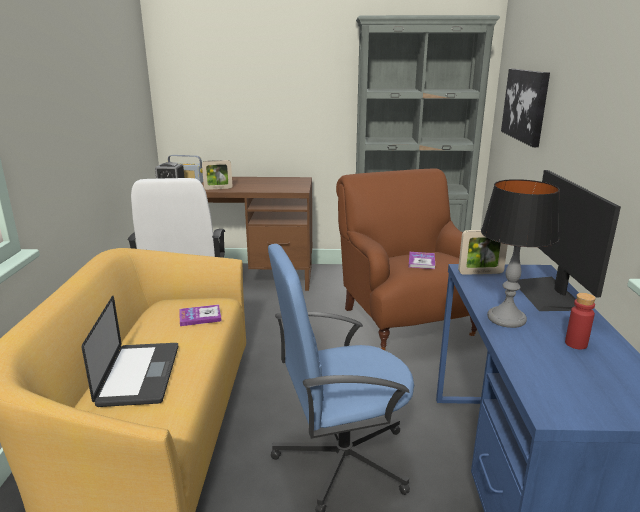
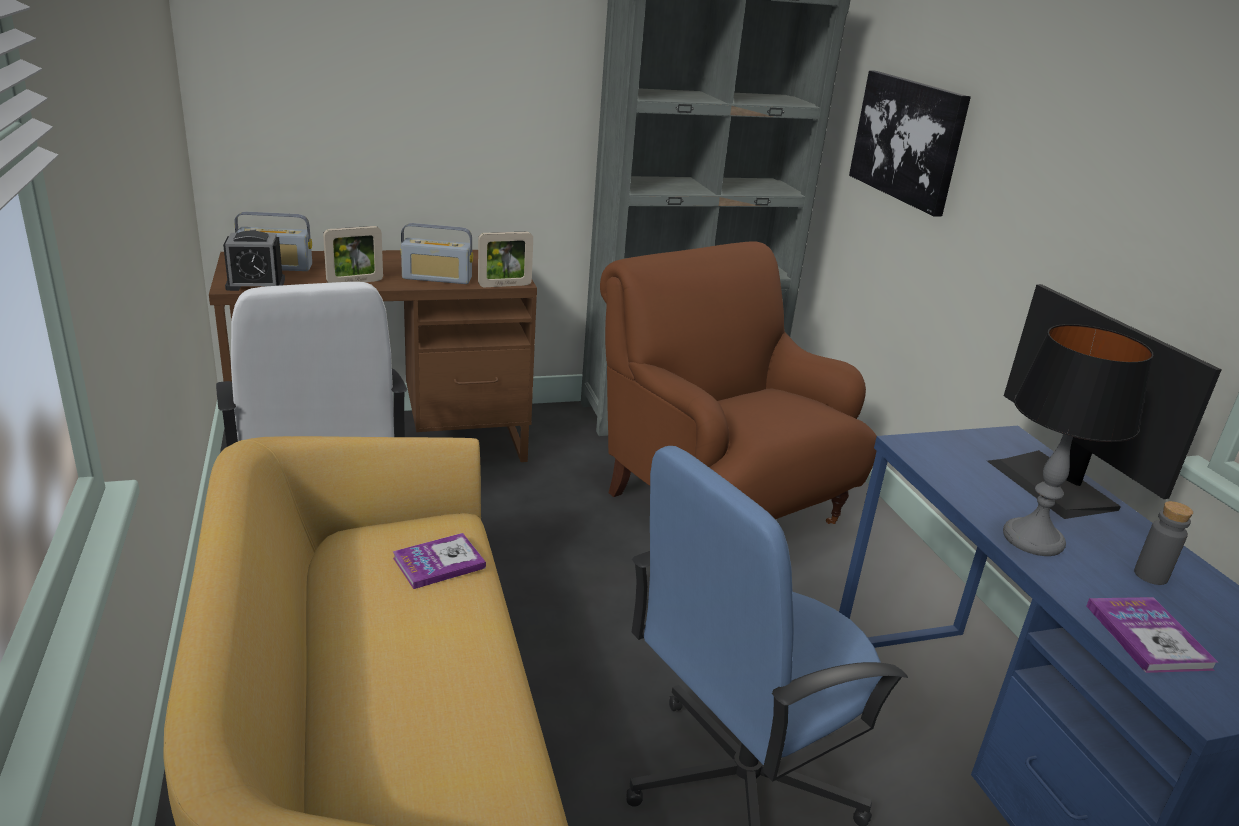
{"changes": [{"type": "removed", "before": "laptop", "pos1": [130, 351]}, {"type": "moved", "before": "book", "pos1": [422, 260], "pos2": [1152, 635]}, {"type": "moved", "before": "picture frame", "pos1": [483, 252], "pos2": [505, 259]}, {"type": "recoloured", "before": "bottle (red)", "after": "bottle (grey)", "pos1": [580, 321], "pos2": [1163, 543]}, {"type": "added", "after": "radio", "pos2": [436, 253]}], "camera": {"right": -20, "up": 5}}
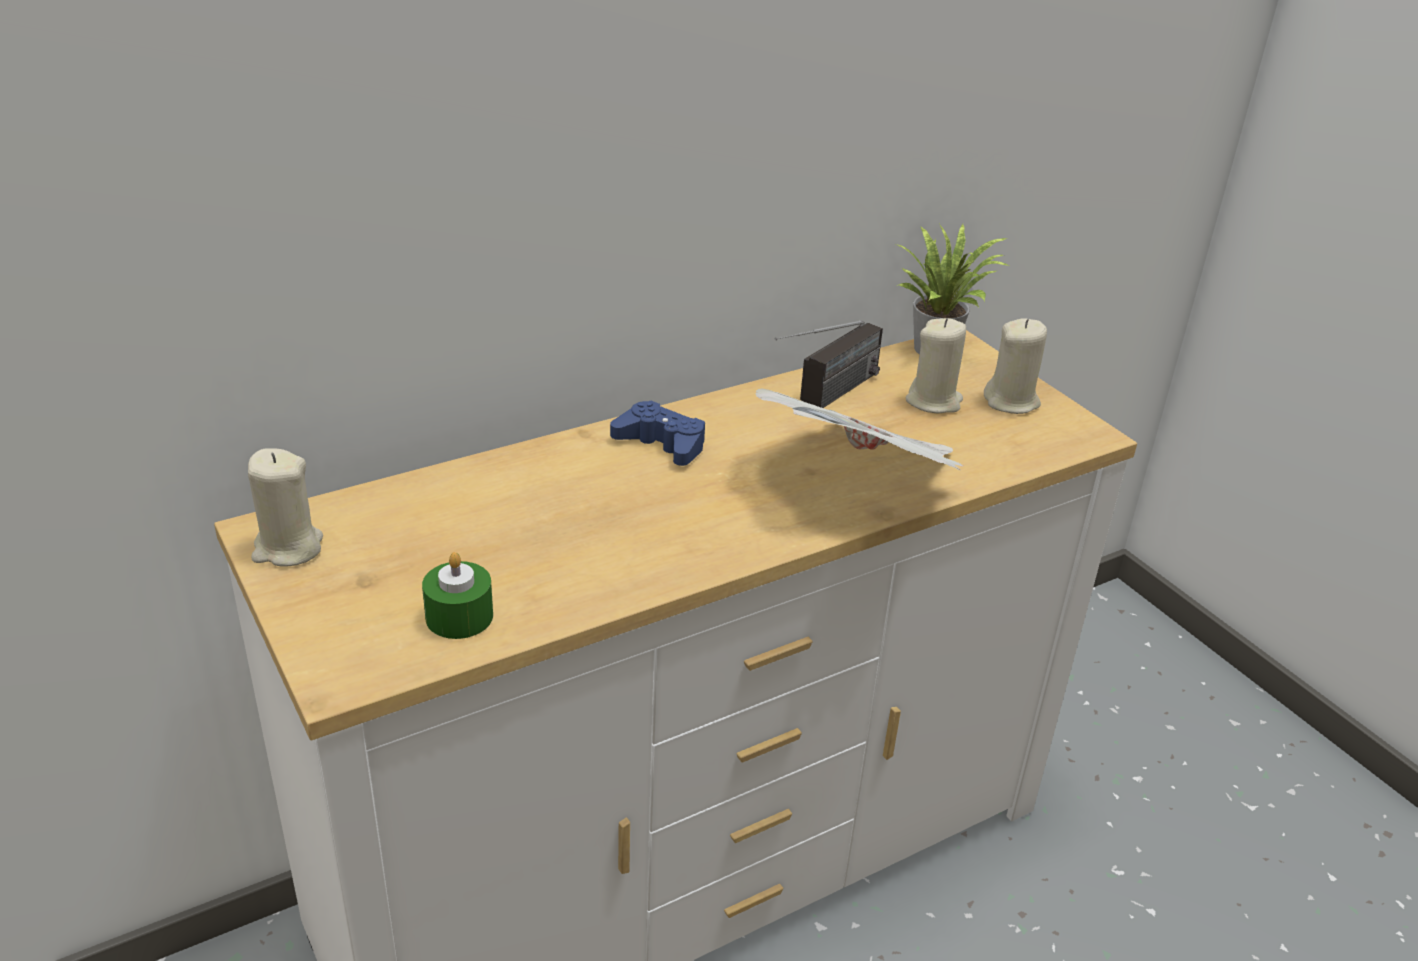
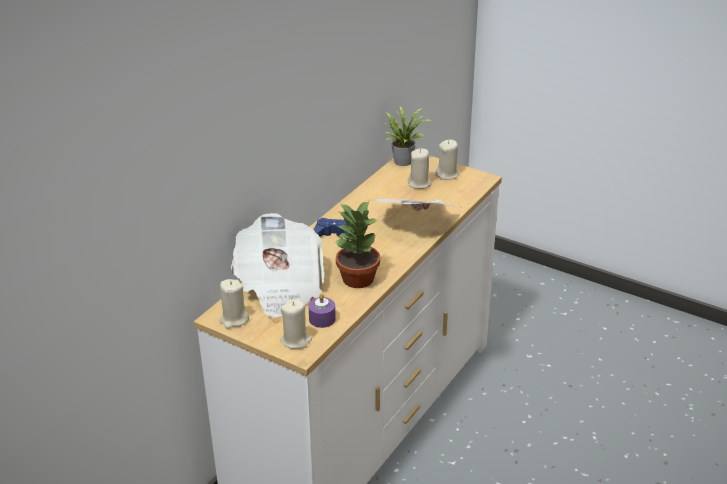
{"changes": [{"type": "recoloured", "before": "candle (green)", "after": "candle (purple)", "pos1": [457, 595], "pos2": [322, 310]}, {"type": "removed", "before": "radio", "pos1": [828, 364]}, {"type": "added", "after": "newspaper", "pos2": [277, 265]}, {"type": "added", "after": "candle (beige)", "pos2": [296, 324]}, {"type": "added", "after": "potted plant", "pos2": [357, 244]}], "camera": {"right": -25, "up": 0}}
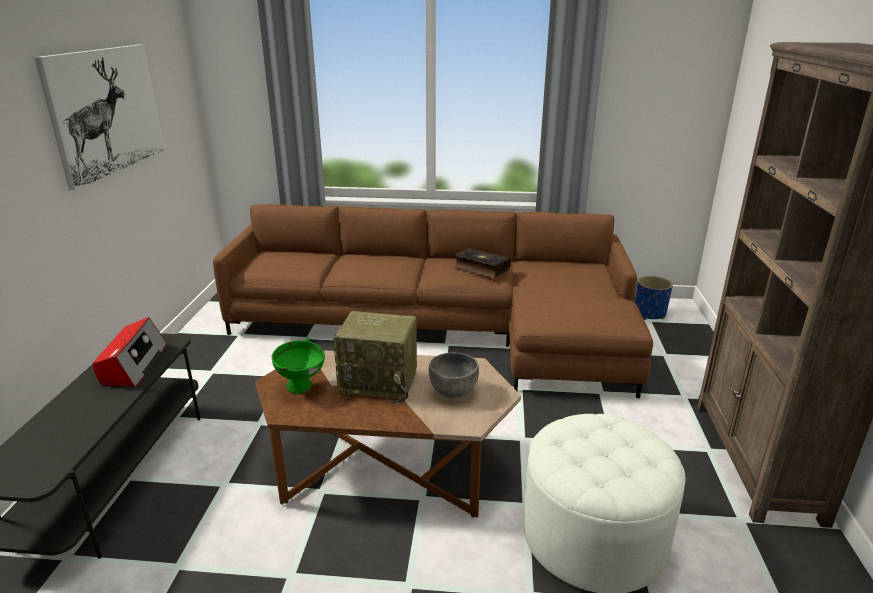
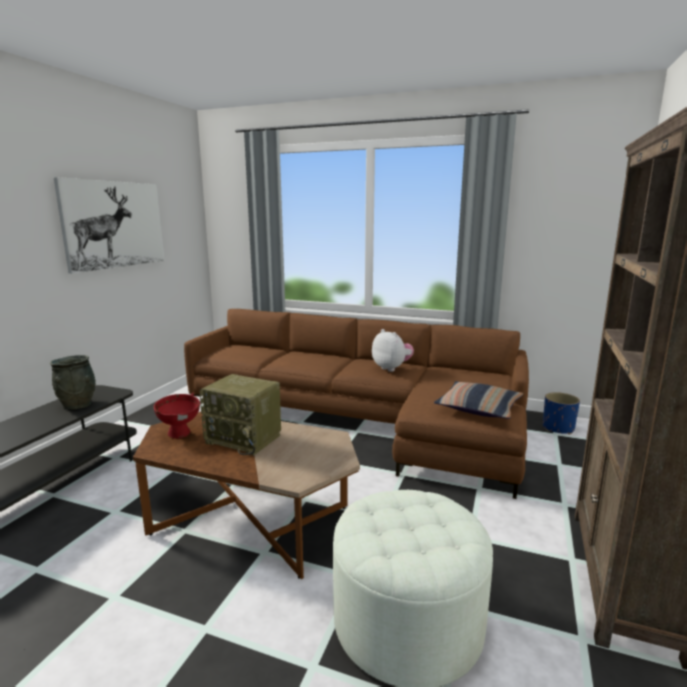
{"changes": [{"type": "replaced", "before": "radio", "after": "vase (grey)", "pos1": [130, 352], "pos2": [73, 382]}, {"type": "recoloured", "before": "bowl (green)", "after": "bowl (red)", "pos1": [298, 366], "pos2": [177, 416]}, {"type": "removed", "before": "bowl (grey)", "pos1": [454, 376]}, {"type": "replaced", "before": "book", "after": "plush toy", "pos1": [482, 263], "pos2": [393, 350]}, {"type": "added", "after": "pillow", "pos2": [478, 400]}], "camera": {"right": 15, "up": -10}}
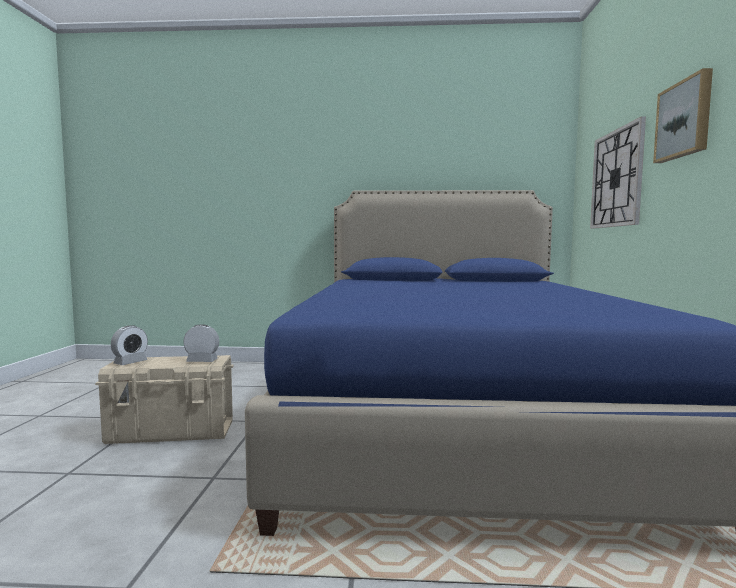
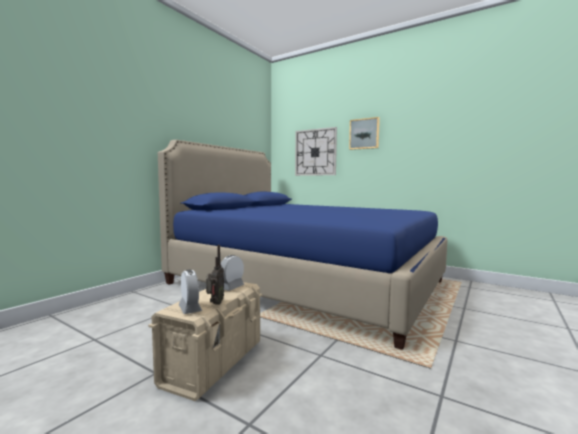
{"changes": [{"type": "added", "after": "radio", "pos2": [215, 275]}], "camera": {"right": -60, "up": 0}}
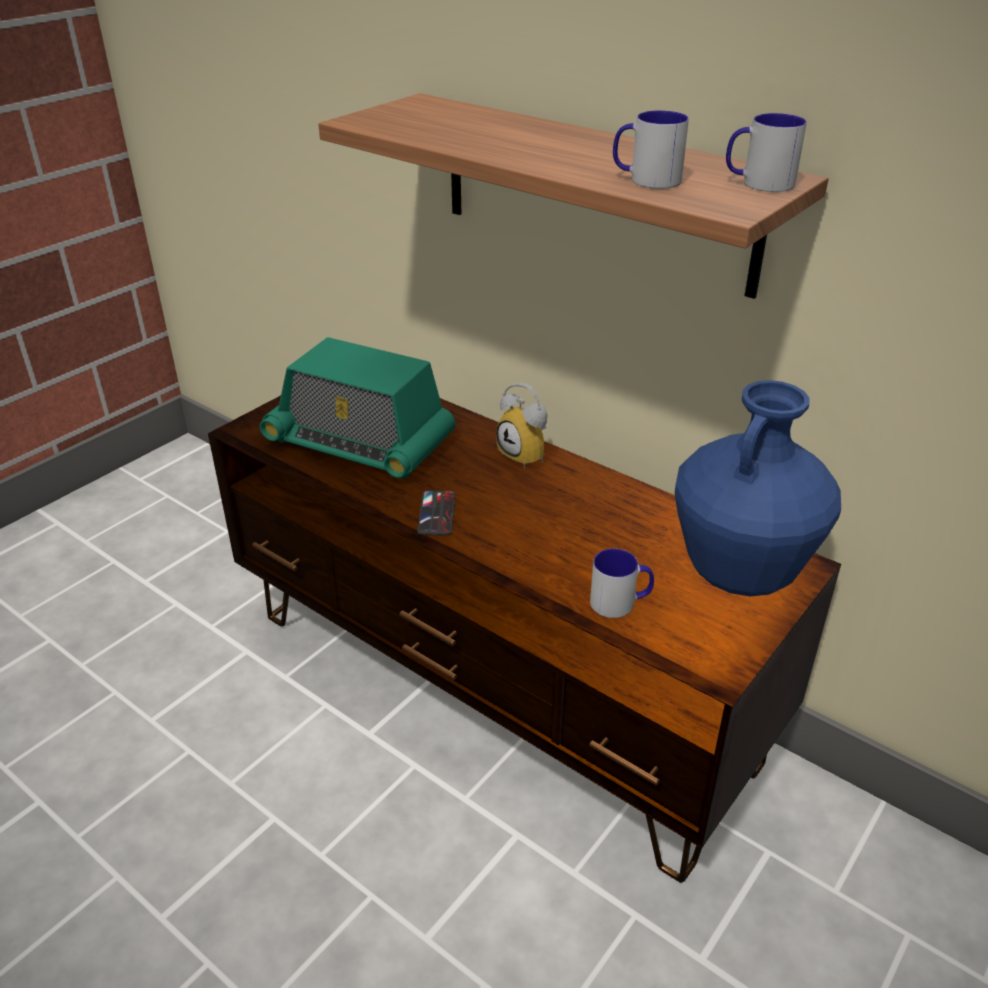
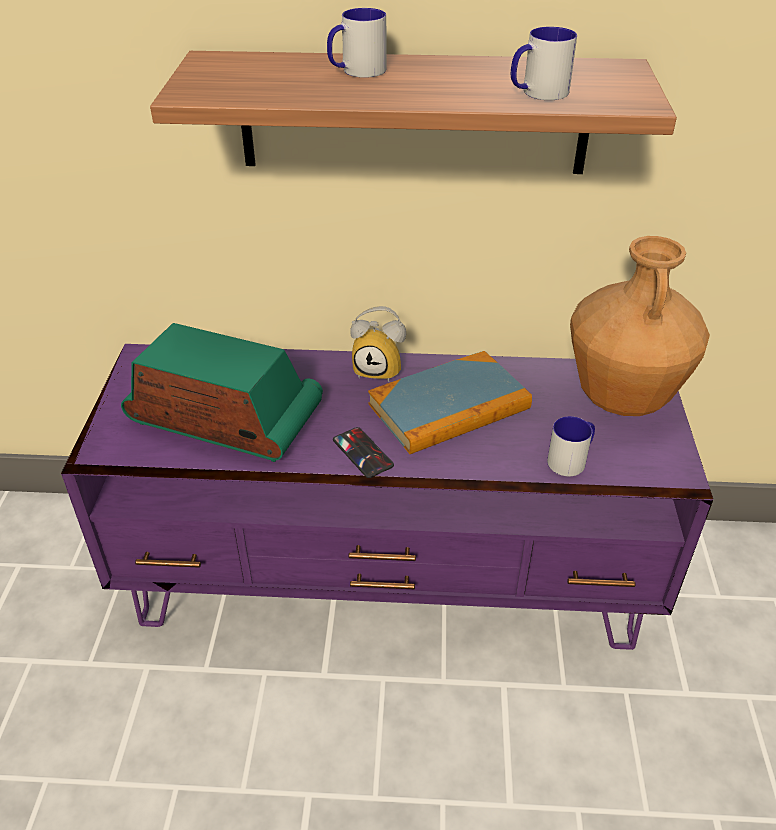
{"changes": [{"type": "recoloured", "before": "tv stand (brown)", "after": "tv stand (purple)", "pos1": [524, 639], "pos2": [387, 497]}, {"type": "turned", "before": "radio", "pos1": [357, 408], "pos2": [222, 392], "turn": -150}, {"type": "recoloured", "before": "vase (blue)", "after": "vase (brown)", "pos1": [758, 488], "pos2": [640, 326]}, {"type": "moved", "before": "mug", "pos1": [766, 152], "pos2": [356, 43]}, {"type": "added", "after": "book", "pos2": [450, 402]}], "camera": {"right": -35, "up": 5}}
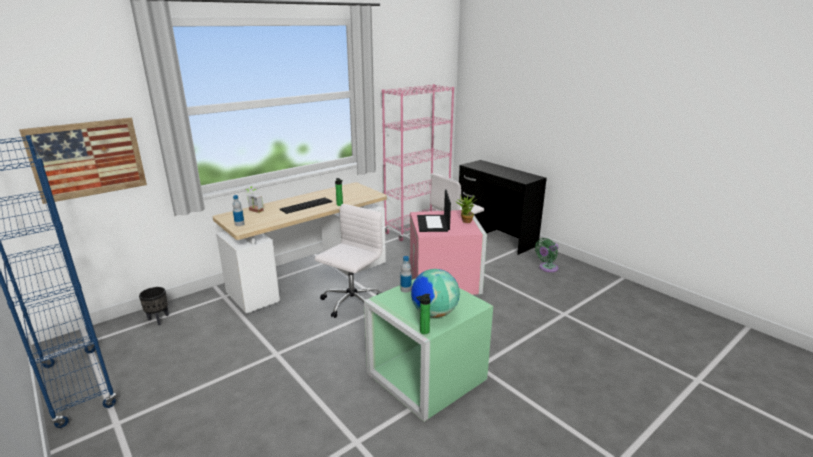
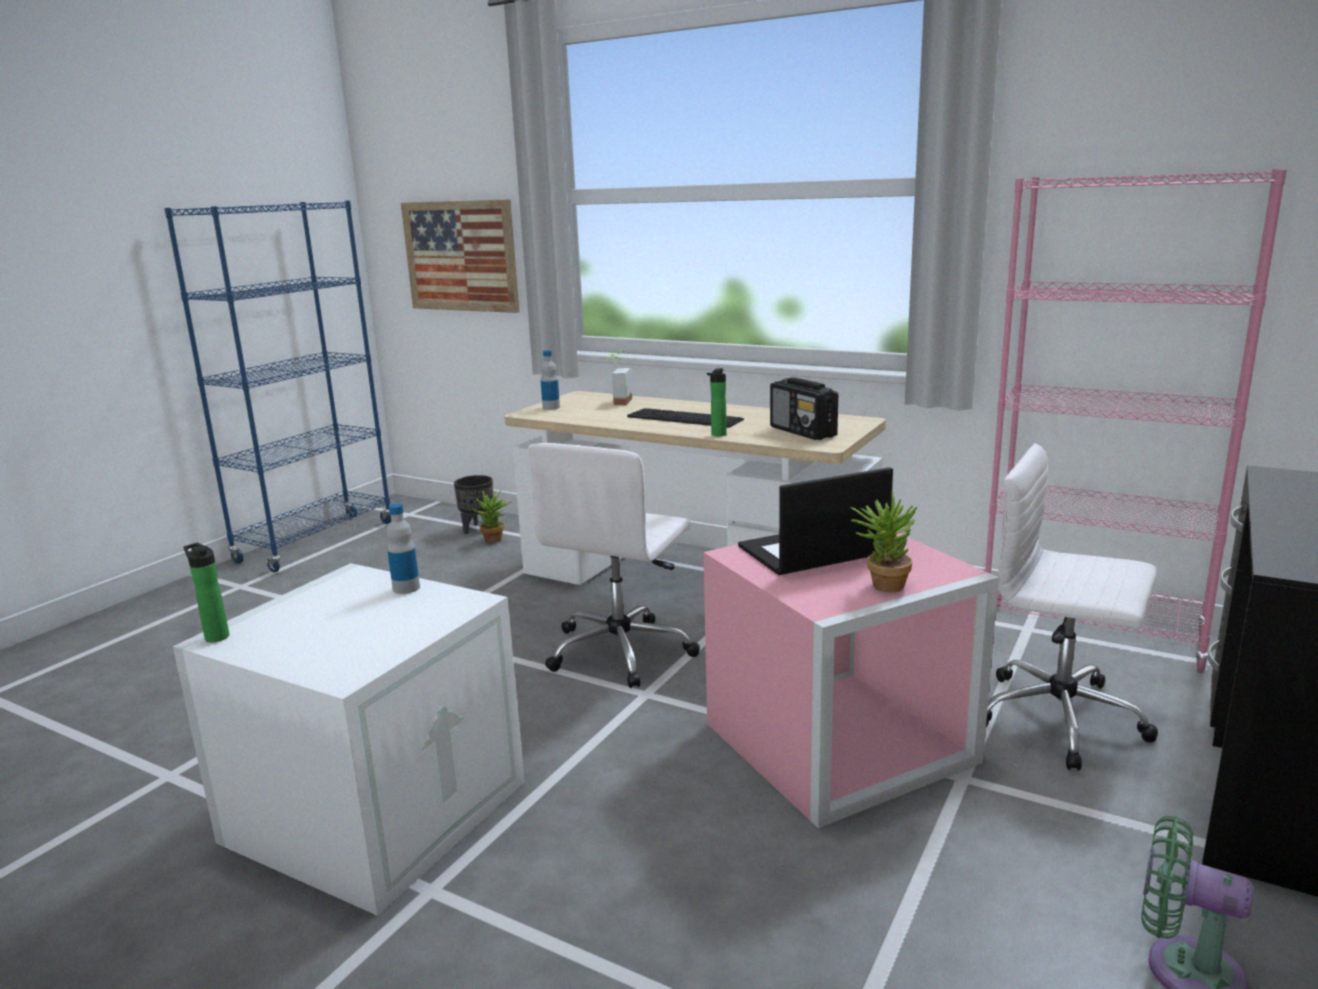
{"changes": [{"type": "turned", "before": "office chair (white)", "pos1": [348, 261], "pos2": [614, 565], "turn": 105}, {"type": "recoloured", "before": "storage box (green)", "after": "storage box (white)", "pos1": [428, 350], "pos2": [349, 739]}, {"type": "removed", "before": "globe", "pos1": [435, 293]}, {"type": "added", "after": "potted plant", "pos2": [491, 517]}, {"type": "added", "after": "radio", "pos2": [804, 408]}], "camera": {"right": 70, "up": -5}}
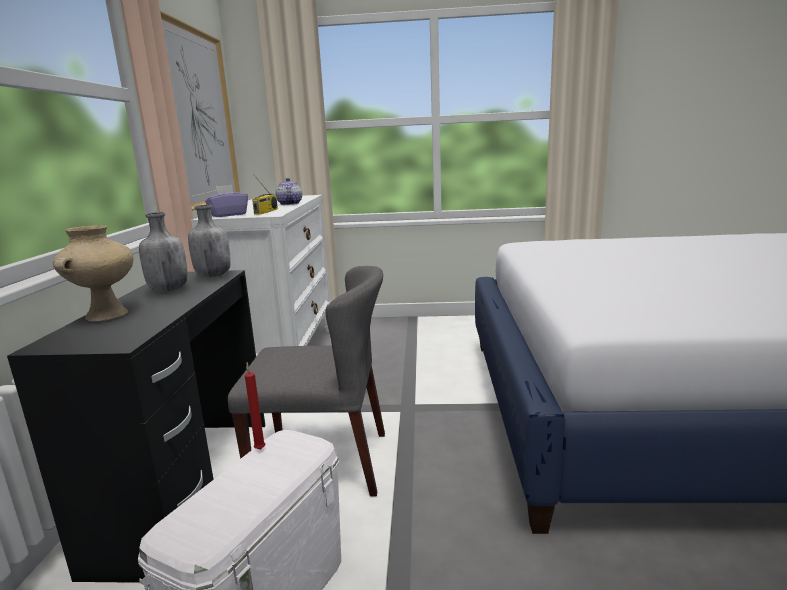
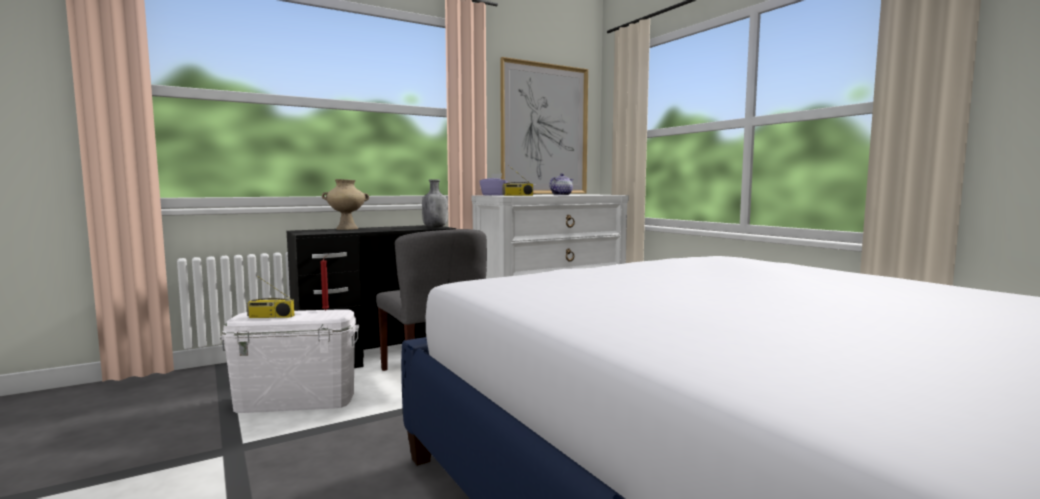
{"changes": [{"type": "removed", "before": "bottle (grey)", "pos1": [163, 251]}, {"type": "added", "after": "radio", "pos2": [270, 296]}], "camera": {"right": 55, "up": -10}}
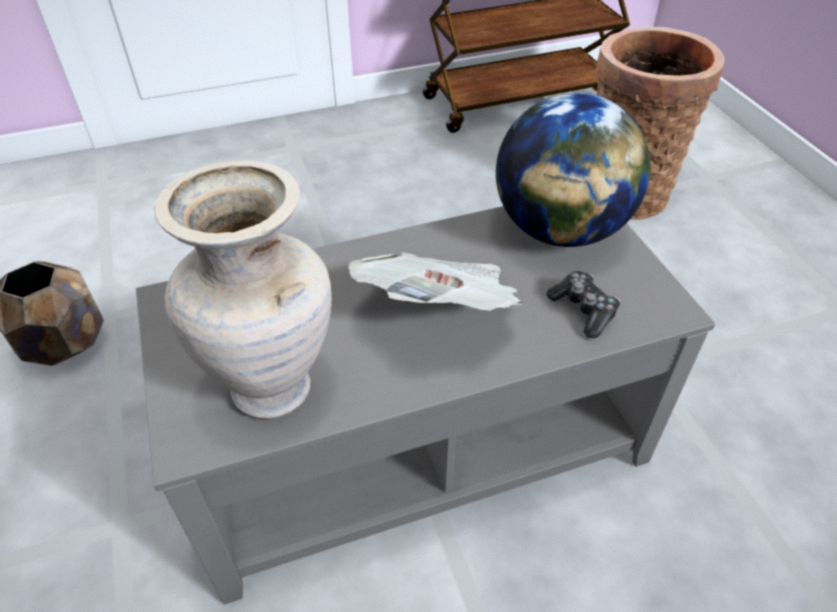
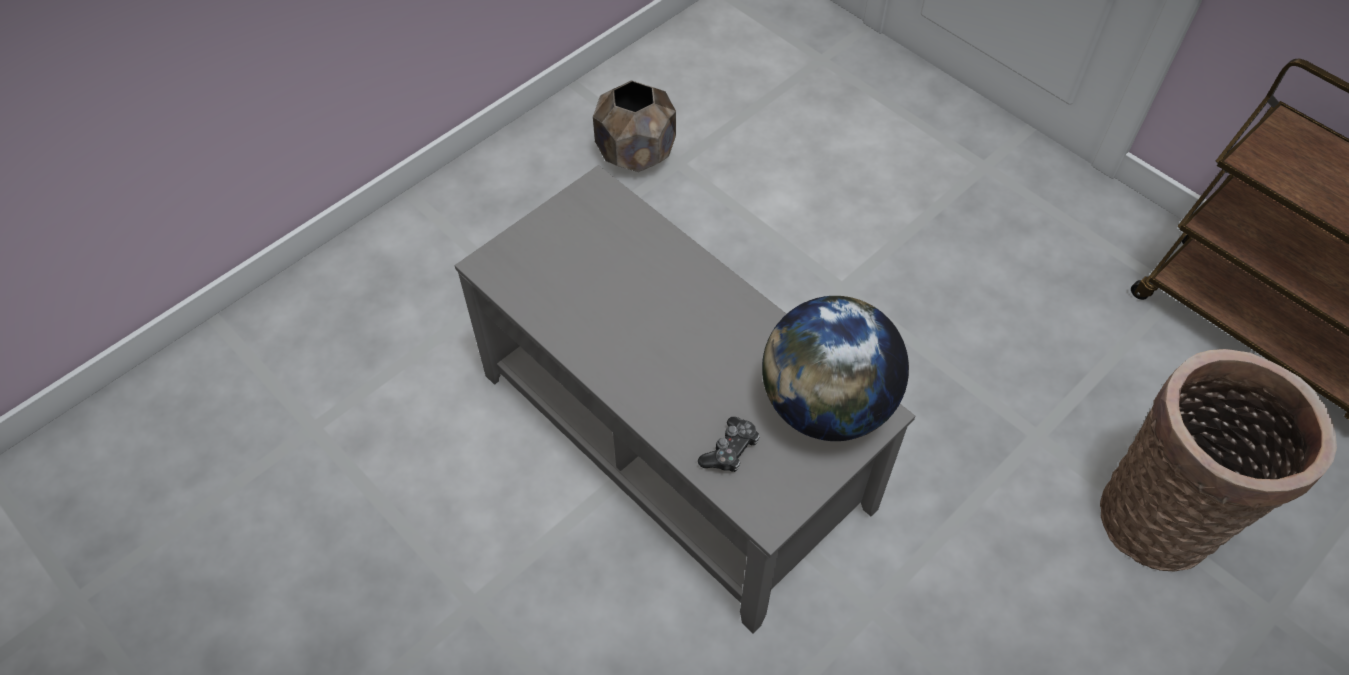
{"changes": [{"type": "removed", "before": "vase (beige)", "pos1": [243, 290]}, {"type": "removed", "before": "newspaper", "pos1": [435, 282]}], "camera": {"right": 65, "up": 10}}
